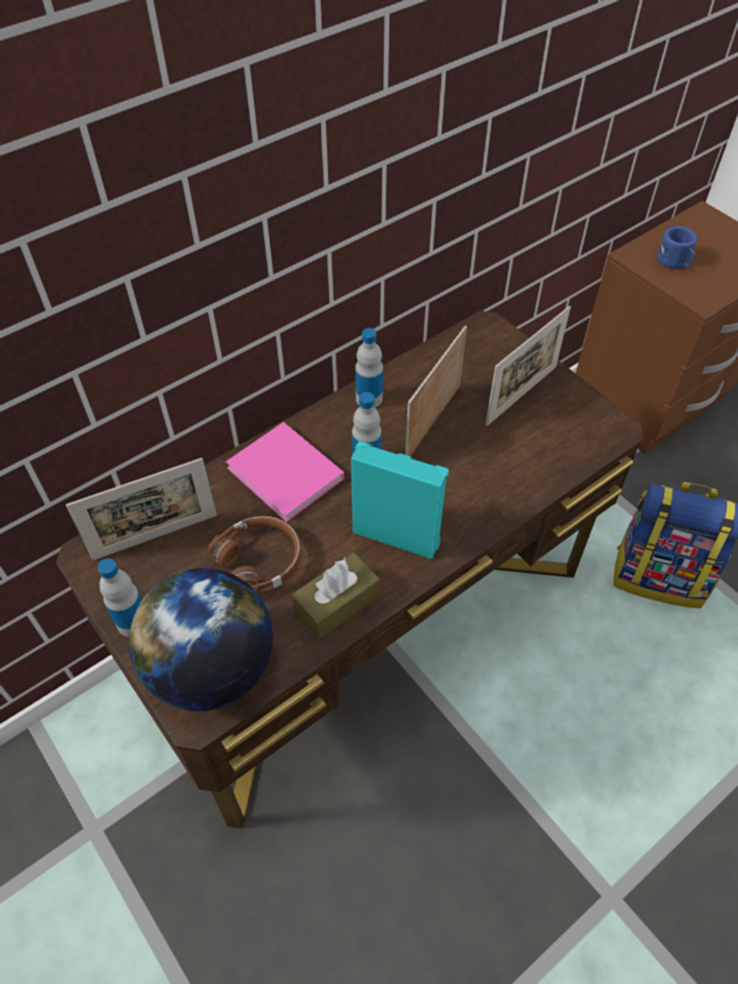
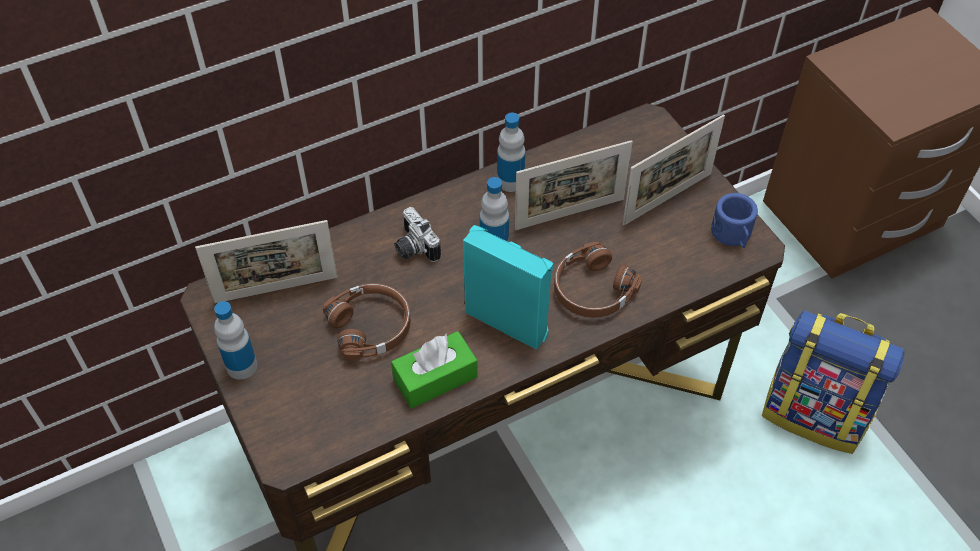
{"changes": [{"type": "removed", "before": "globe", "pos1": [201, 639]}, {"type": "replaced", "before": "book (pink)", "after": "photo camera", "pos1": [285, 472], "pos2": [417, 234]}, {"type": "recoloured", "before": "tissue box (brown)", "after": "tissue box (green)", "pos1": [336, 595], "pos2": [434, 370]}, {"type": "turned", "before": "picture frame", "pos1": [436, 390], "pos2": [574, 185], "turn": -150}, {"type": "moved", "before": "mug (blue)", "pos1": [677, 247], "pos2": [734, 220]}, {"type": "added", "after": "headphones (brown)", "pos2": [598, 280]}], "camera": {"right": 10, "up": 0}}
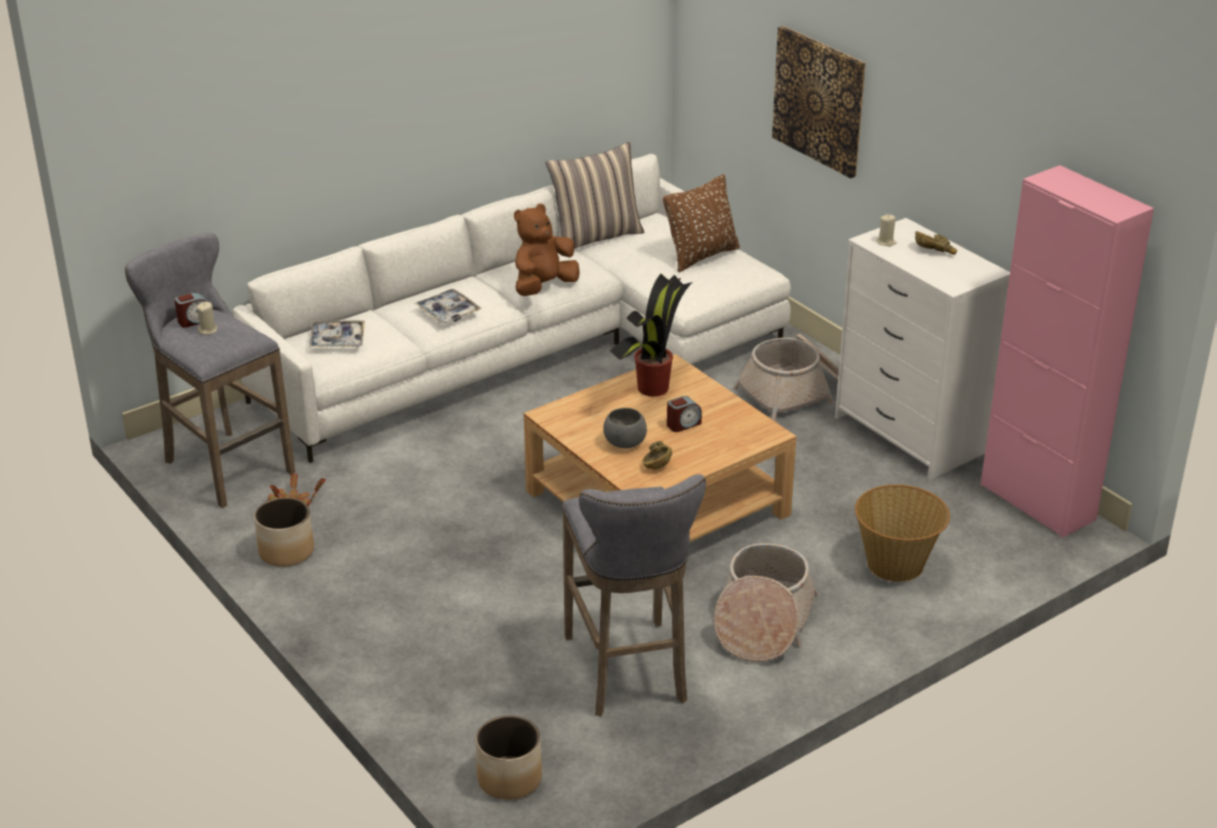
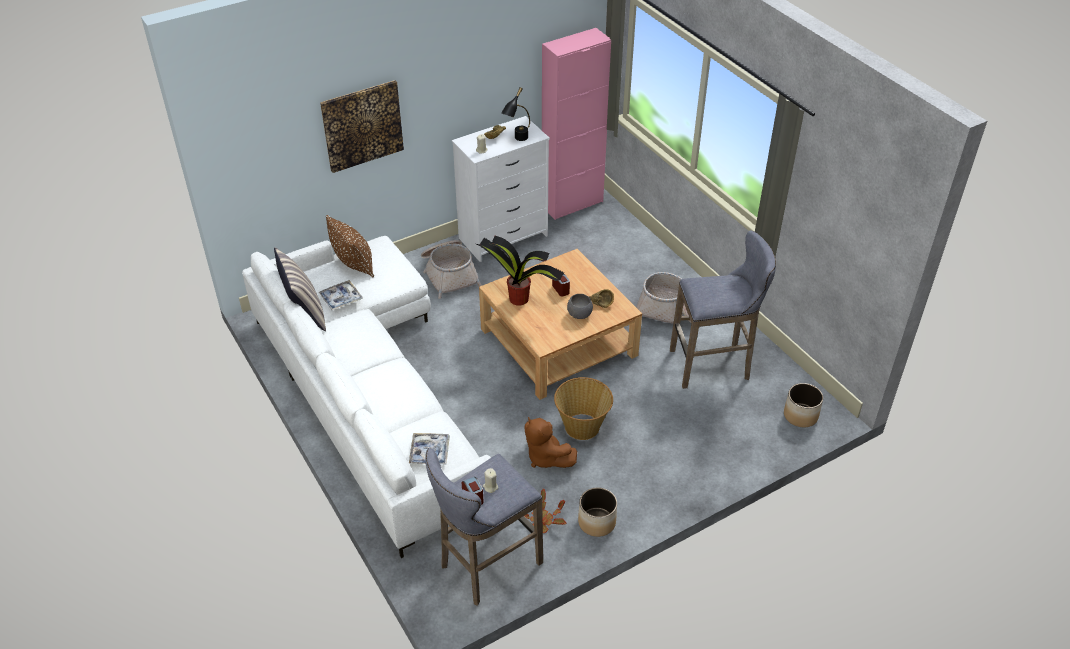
{"changes": [{"type": "moved", "before": "tray", "pos1": [448, 306], "pos2": [341, 295]}, {"type": "moved", "before": "plush toy (brown)", "pos1": [547, 250], "pos2": [550, 442]}, {"type": "moved", "before": "basket", "pos1": [902, 533], "pos2": [583, 408]}, {"type": "added", "after": "table lamp (black)", "pos2": [515, 114]}], "camera": {"right": -85, "up": 10}}
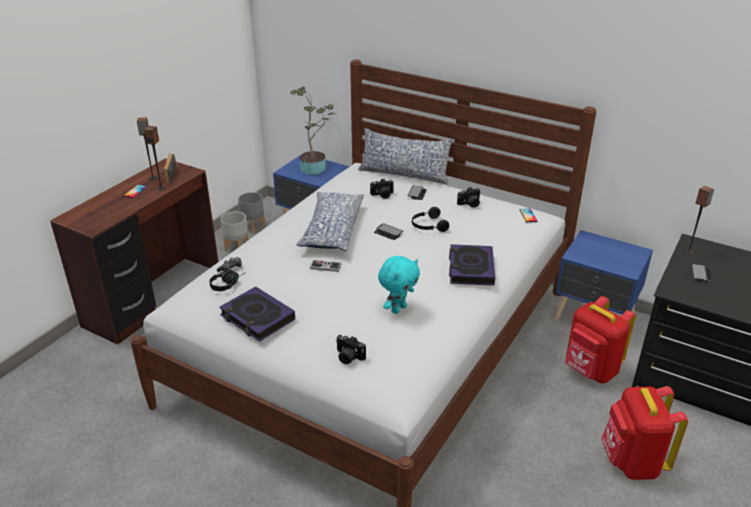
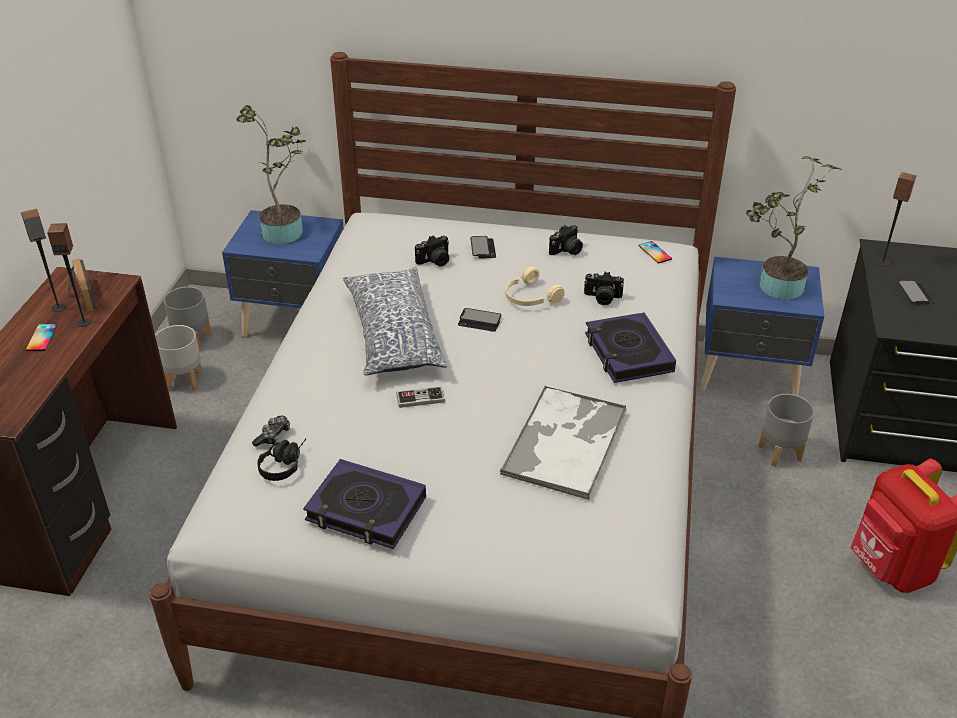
{"changes": [{"type": "moved", "before": "photo camera", "pos1": [351, 350], "pos2": [604, 289]}, {"type": "removed", "before": "pillow", "pos1": [405, 156]}, {"type": "replaced", "before": "plush toy (turquoise)", "after": "tray", "pos1": [399, 285], "pos2": [563, 442]}, {"type": "recoloured", "before": "headphones (black)", "after": "headphones (beige)", "pos1": [430, 219], "pos2": [535, 286]}, {"type": "replaced", "before": "backpack (red)", "after": "planter (grey)", "pos1": [600, 339], "pos2": [786, 430]}, {"type": "added", "after": "potted plant", "pos2": [793, 228]}], "camera": {"right": -20, "up": 5}}
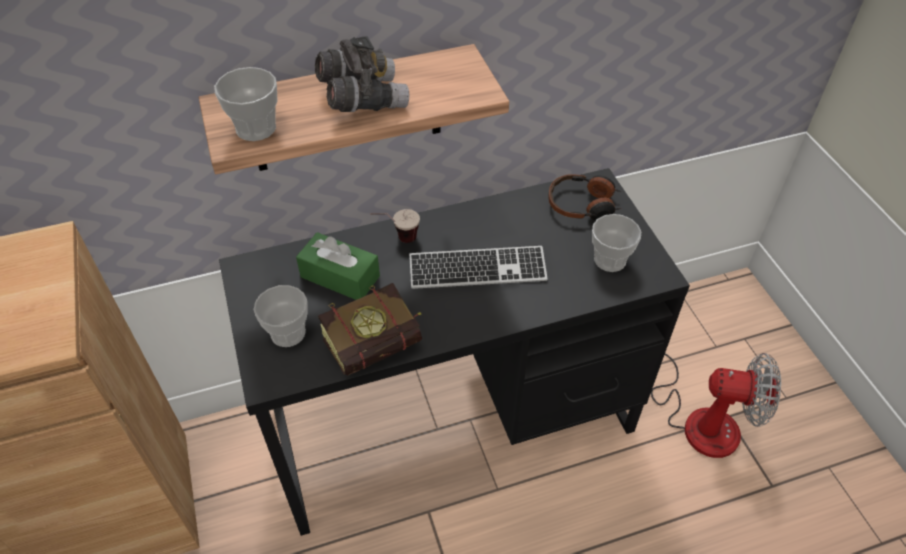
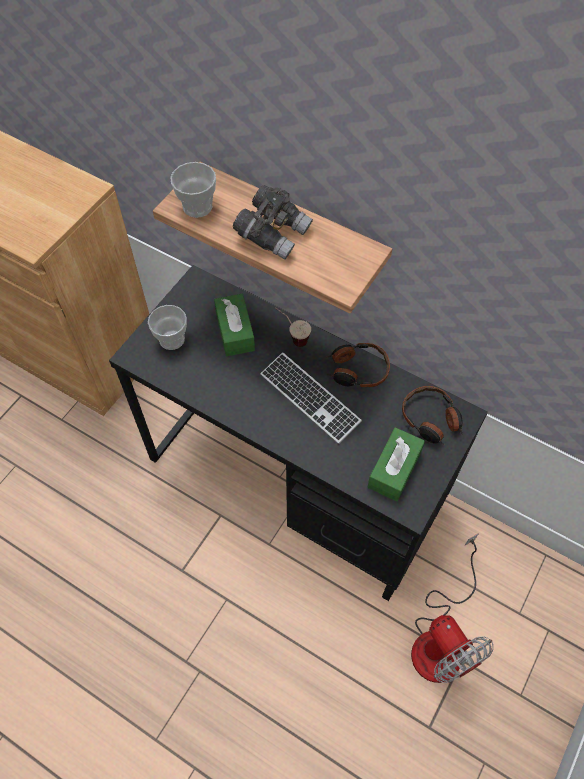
{"changes": [{"type": "removed", "before": "book", "pos1": [370, 329]}, {"type": "replaced", "before": "cup", "after": "tissue box (green)", "pos1": [616, 243], "pos2": [396, 464]}, {"type": "added", "after": "headphones", "pos2": [359, 365]}], "camera": {"right": 50, "up": 10}}
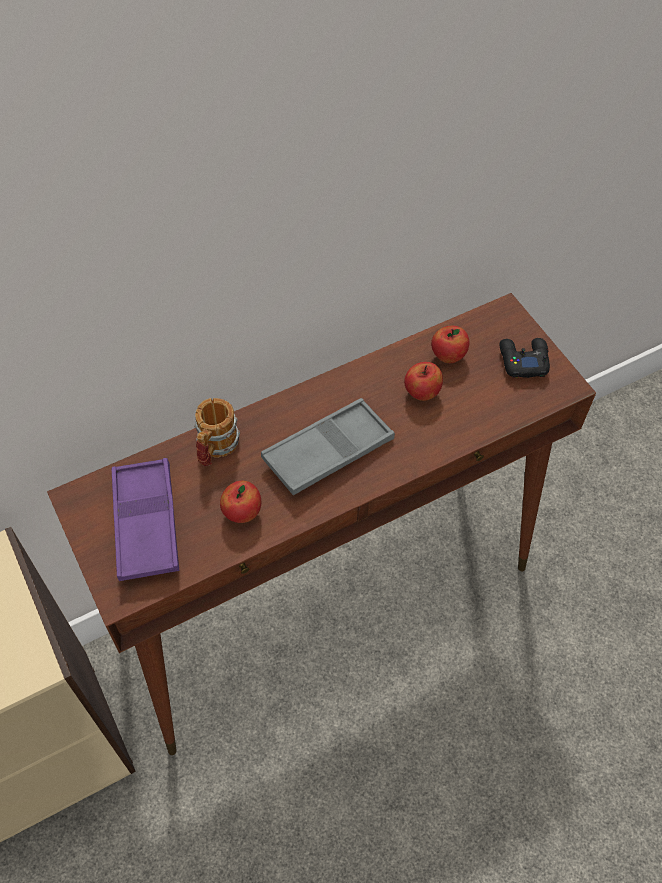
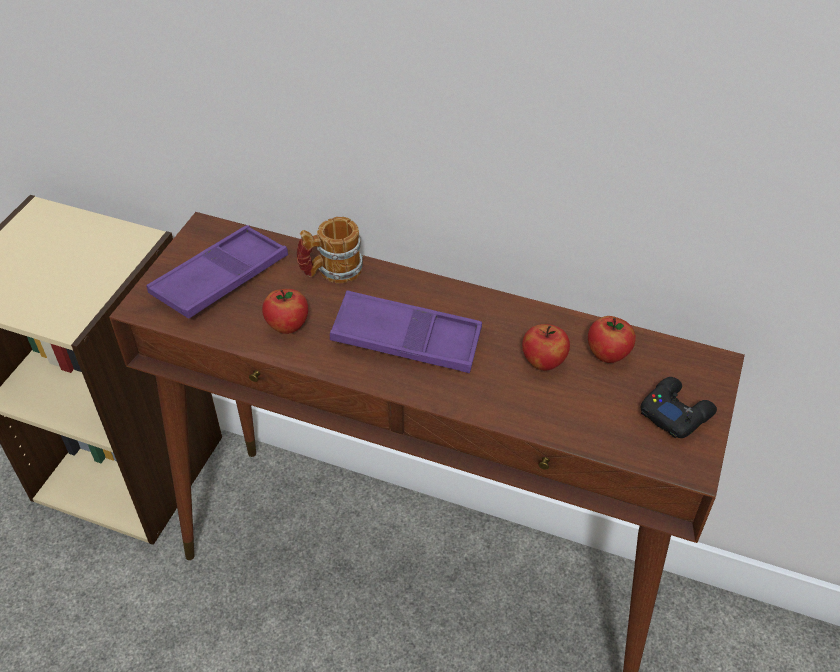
{"changes": [{"type": "recoloured", "before": "tray (grey)", "after": "tray (purple)", "pos1": [328, 446], "pos2": [406, 331]}], "camera": {"right": 50, "up": -10}}
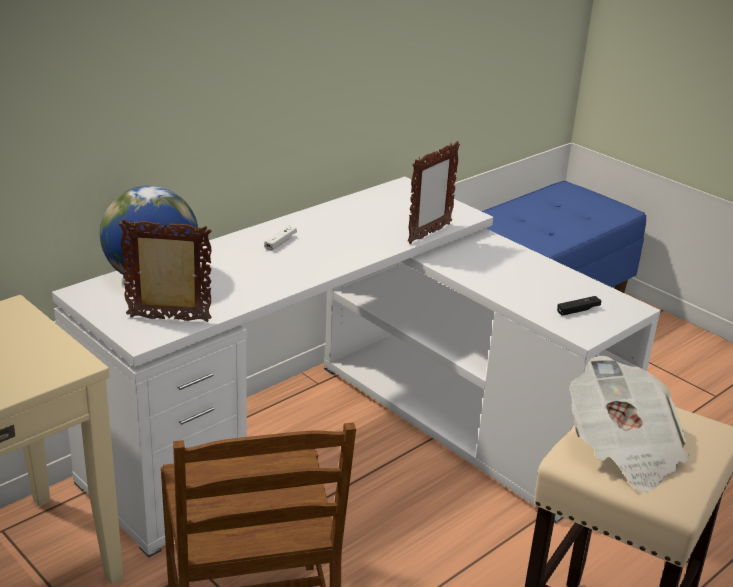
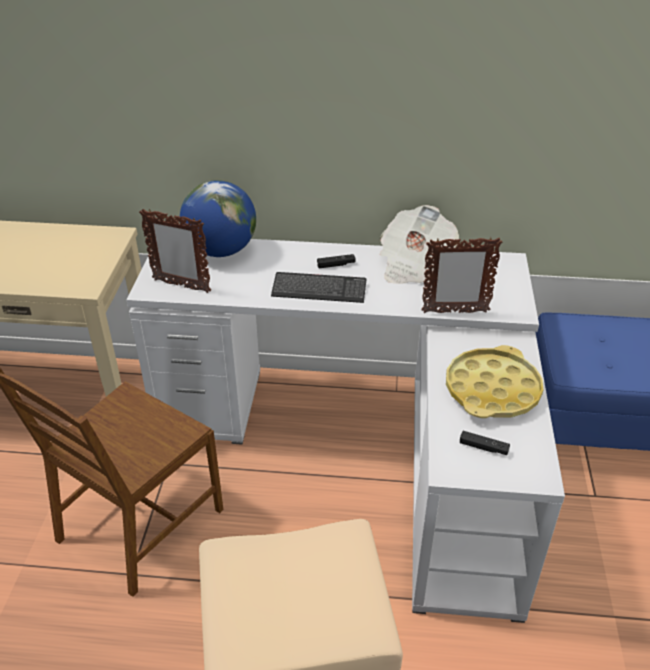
{"changes": [{"type": "turned", "before": "picture frame", "pos1": [165, 270], "pos2": [175, 251], "turn": 150}, {"type": "recoloured", "before": "game controller (white)", "after": "game controller (black)", "pos1": [280, 238], "pos2": [336, 261]}, {"type": "moved", "before": "newspaper", "pos1": [629, 424], "pos2": [419, 244]}, {"type": "added", "after": "keyboard", "pos2": [318, 287]}, {"type": "added", "after": "tray (yellow)", "pos2": [494, 381]}], "camera": {"right": 50, "up": 10}}
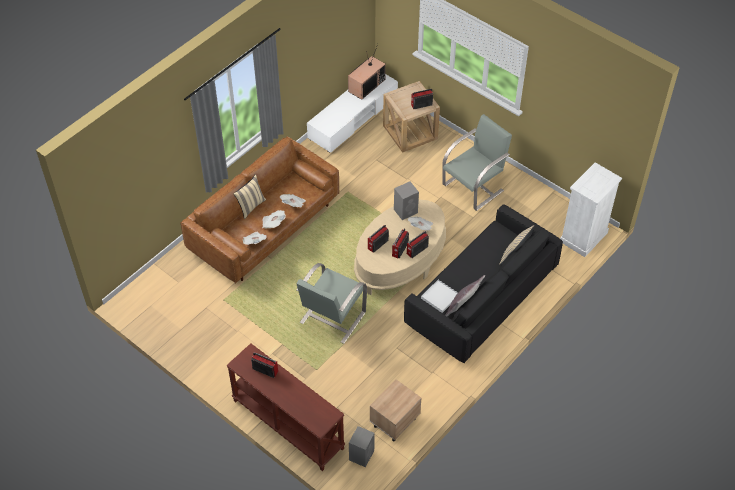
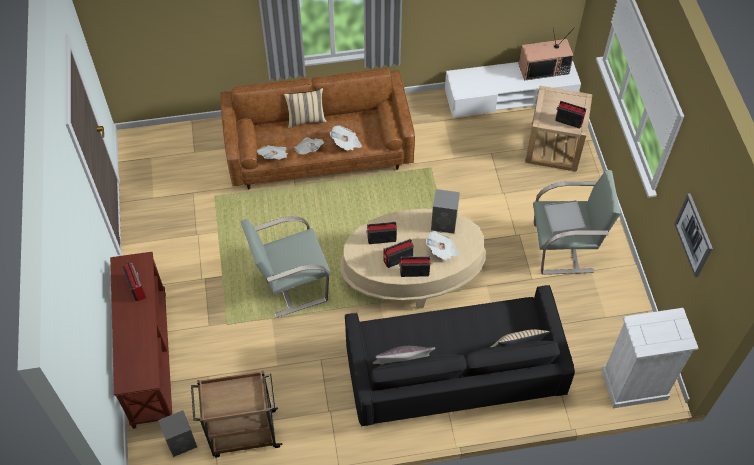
{"changes": [{"type": "replaced", "before": "nightstand (beige)", "after": "cart (brown)", "pos1": [395, 410], "pos2": [236, 414]}, {"type": "moved", "before": "tray (white)", "pos1": [439, 296], "pos2": [565, 217]}, {"type": "added", "after": "picture", "pos2": [693, 235]}], "camera": {"right": 40, "up": 5}}
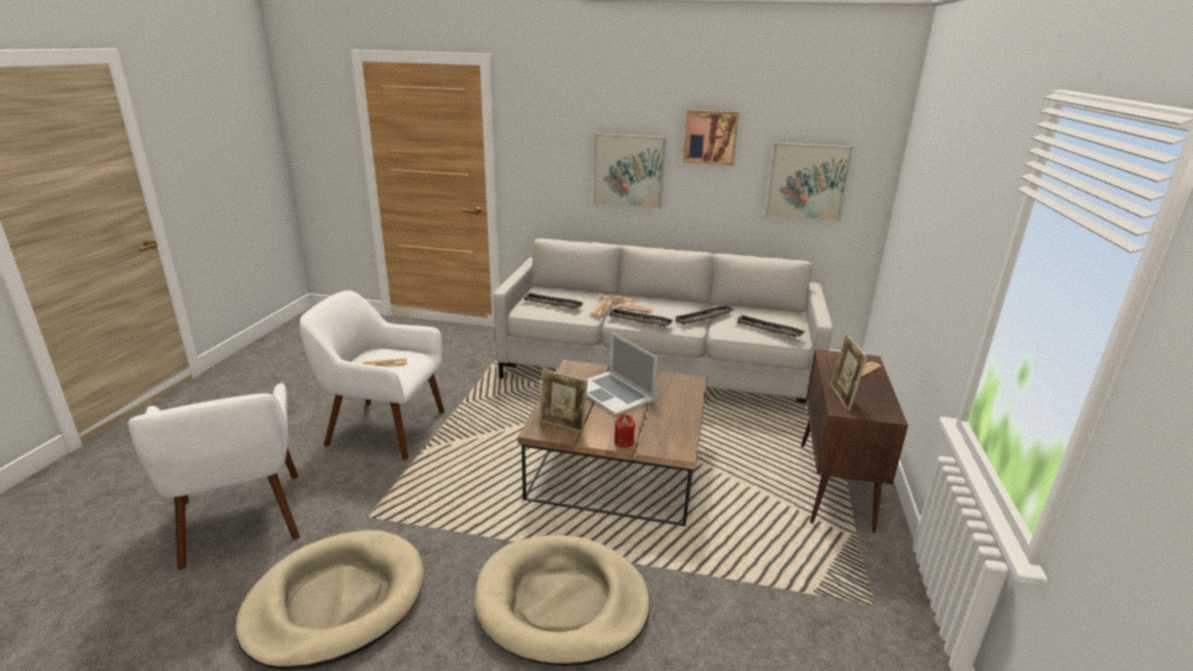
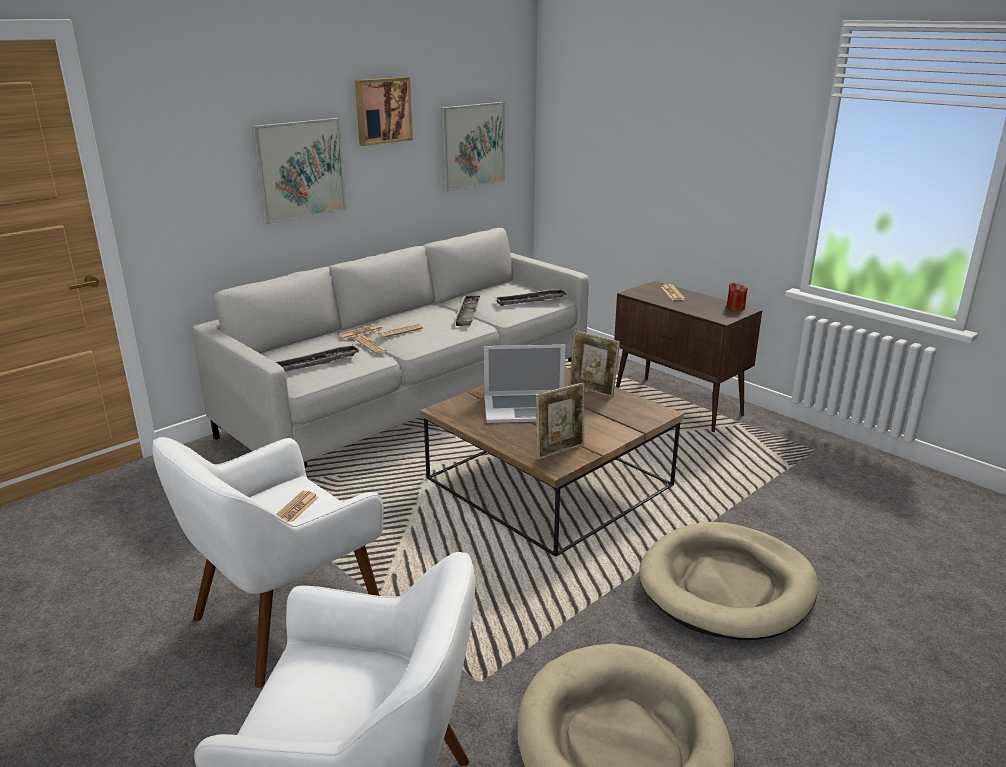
{"changes": [{"type": "removed", "before": "tray", "pos1": [641, 316]}, {"type": "moved", "before": "candle (red)", "pos1": [624, 431], "pos2": [737, 297]}, {"type": "moved", "before": "picture frame", "pos1": [848, 372], "pos2": [594, 364]}], "camera": {"right": -55, "up": 0}}
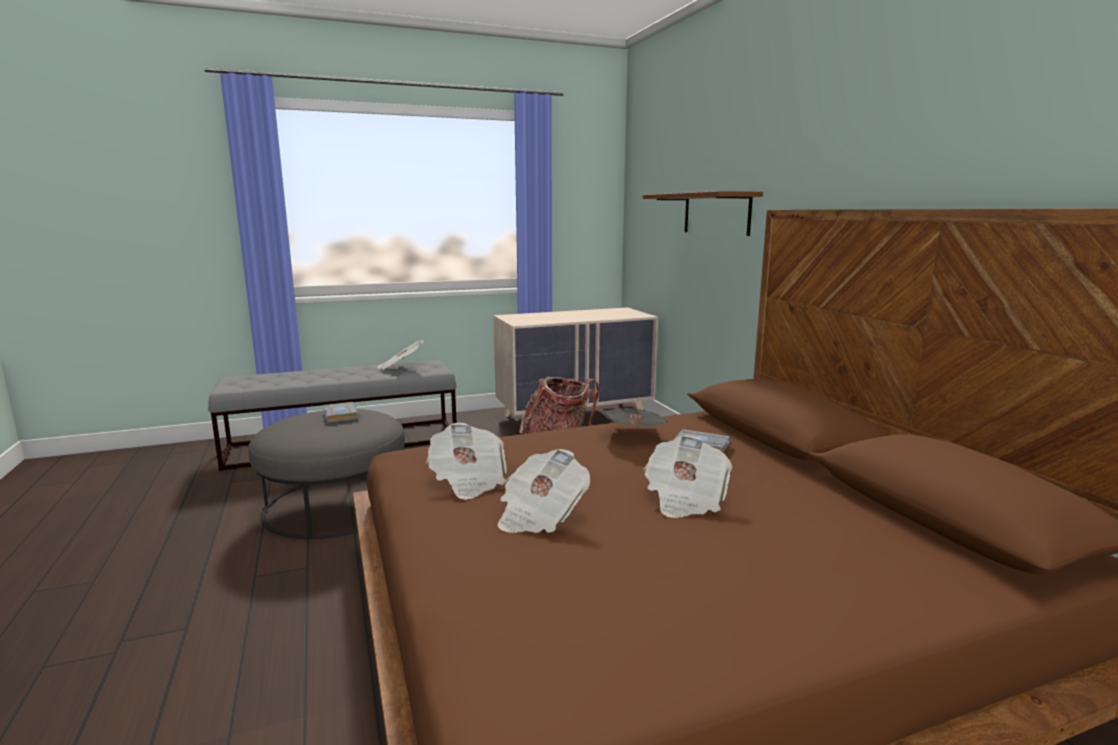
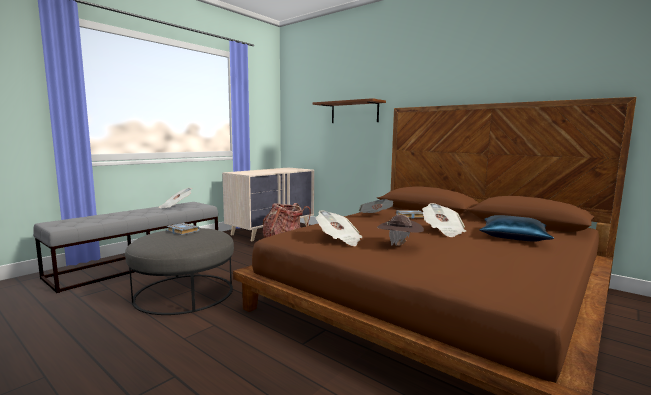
{"changes": [{"type": "replaced", "before": "newspaper", "after": "hat (brown)", "pos1": [544, 491], "pos2": [400, 230]}, {"type": "added", "after": "pillow (blue)", "pos2": [516, 228]}], "camera": {"right": -30, "up": -5}}
